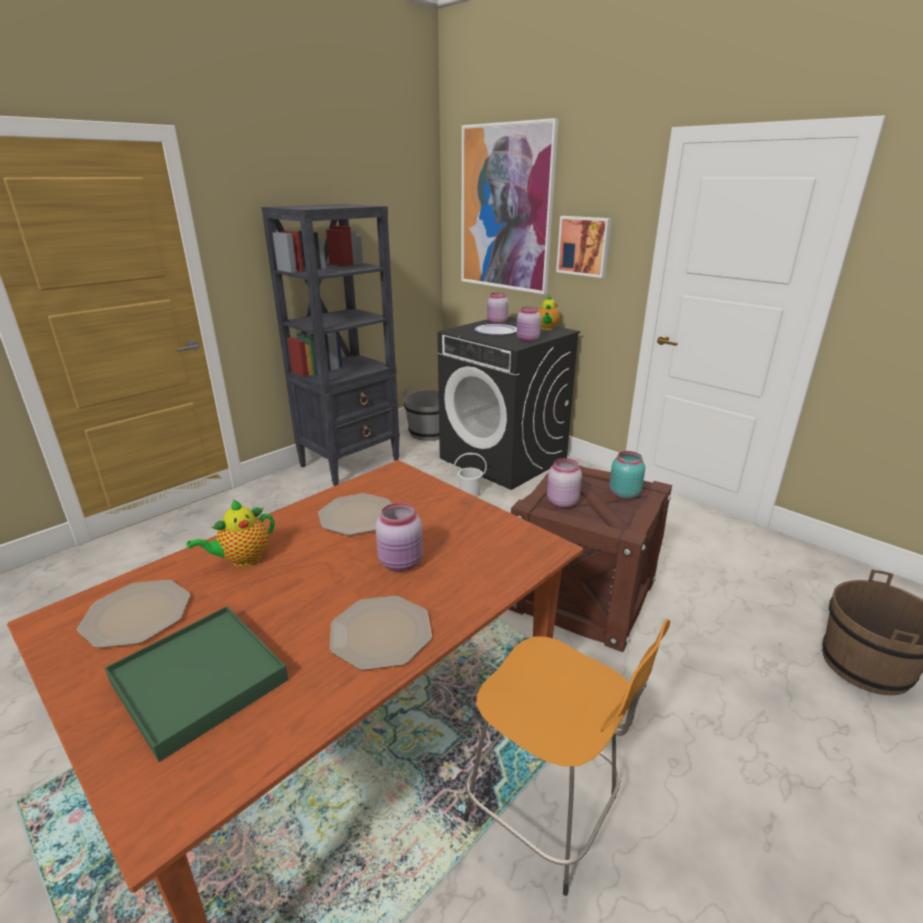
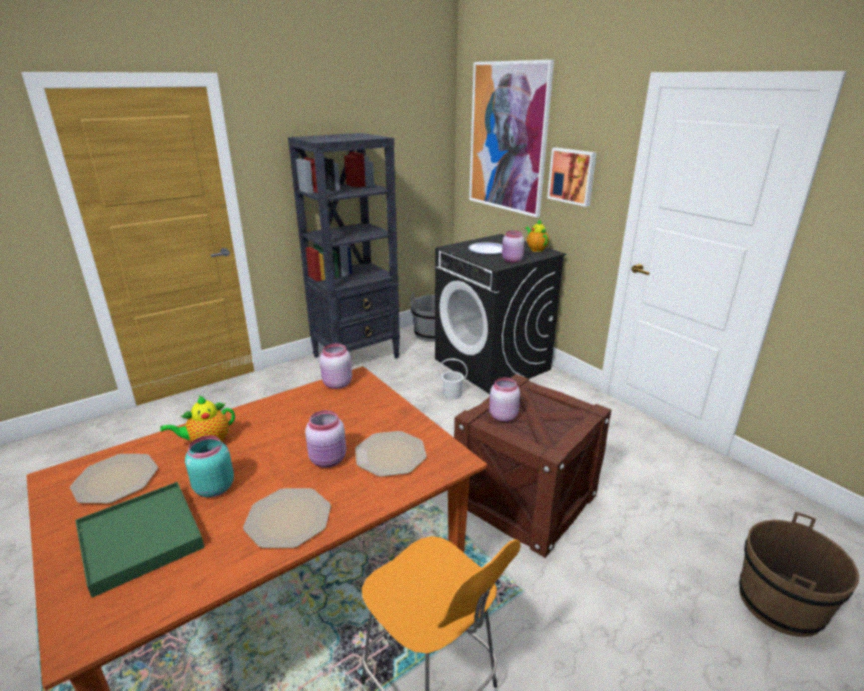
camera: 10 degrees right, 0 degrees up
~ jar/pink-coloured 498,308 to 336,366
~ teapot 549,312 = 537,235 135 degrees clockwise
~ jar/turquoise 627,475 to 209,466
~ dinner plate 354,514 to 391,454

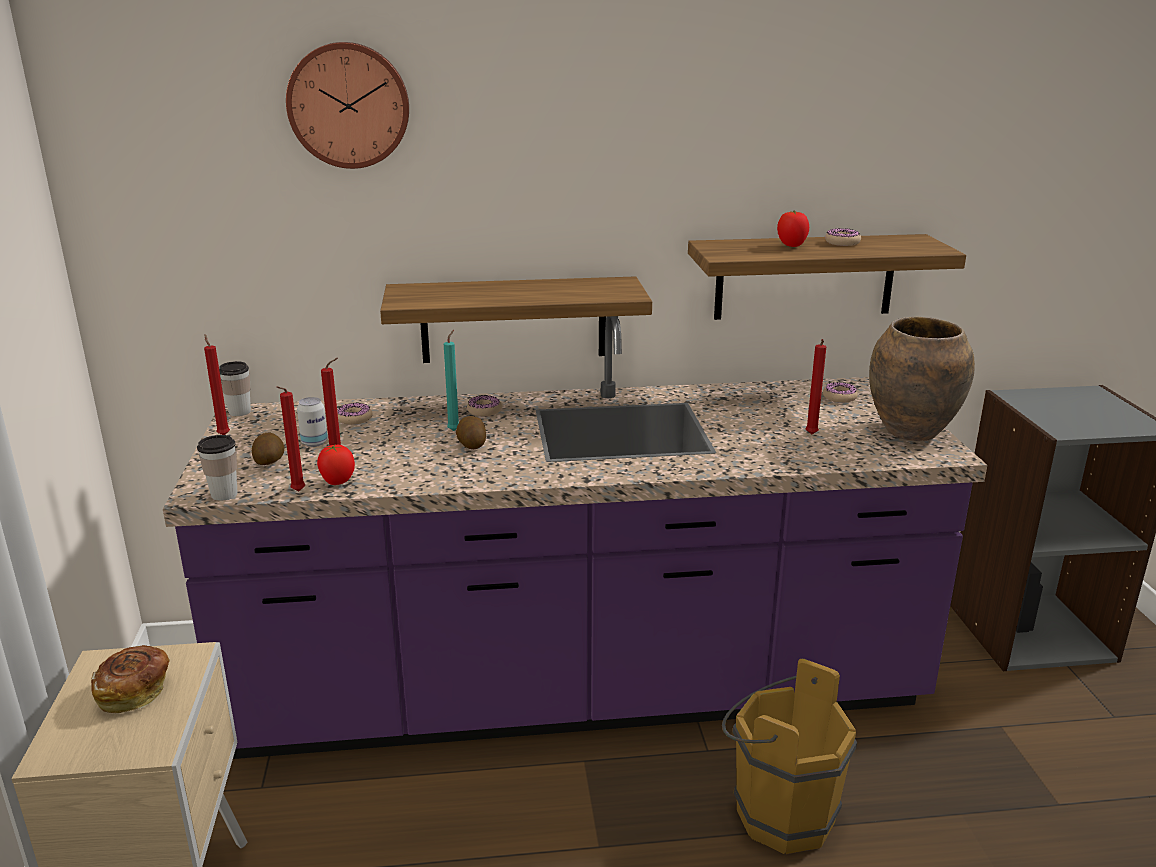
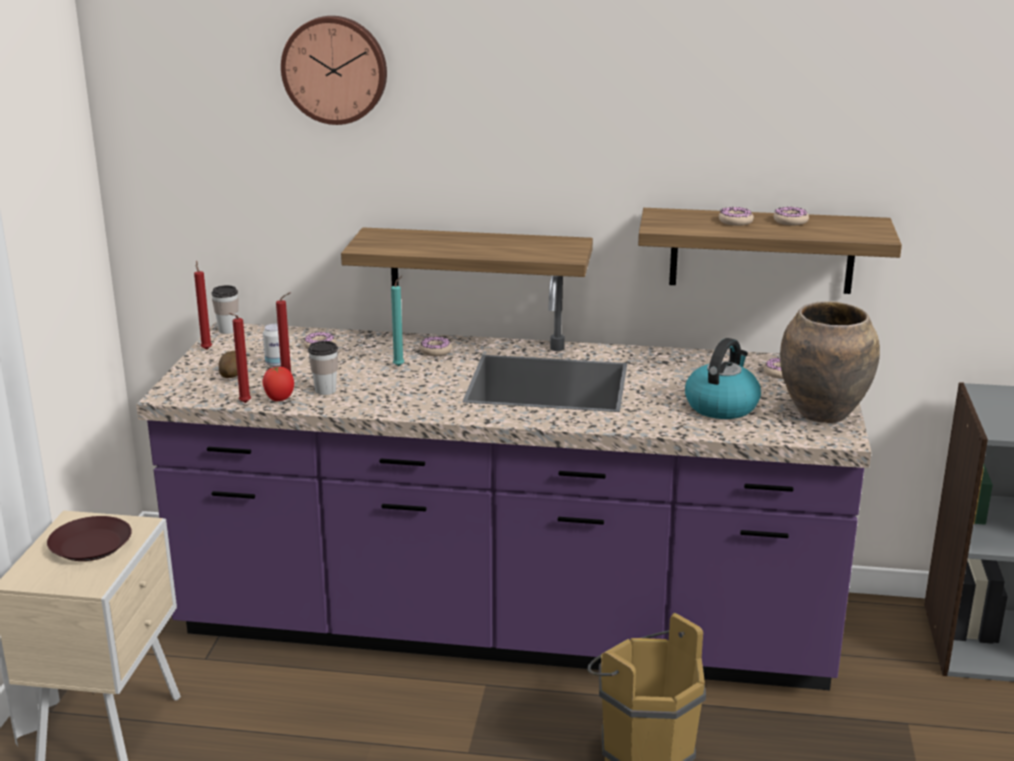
camera: 15 degrees right, 0 degrees up
~ tomato 793,229 to ring doughnut 736,216
~ wax candle/reddish 816,387 to water kettle 723,378
- spud 471,432
~ small cup 217,468 to 323,368
~ bread 130,679 to dinner plate/brownish 89,538

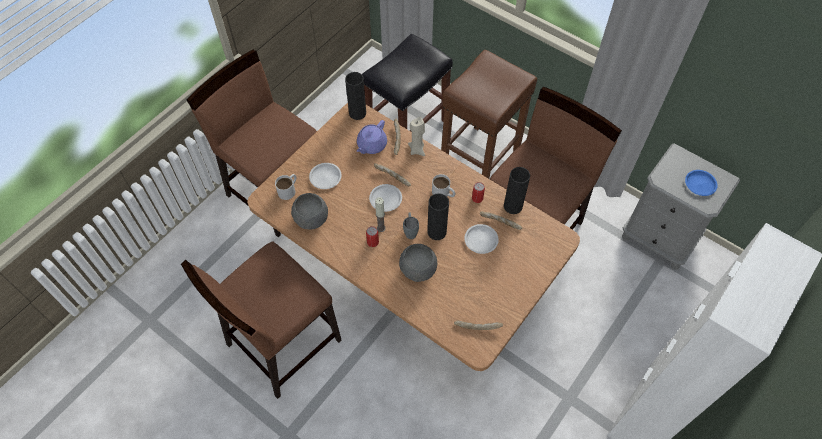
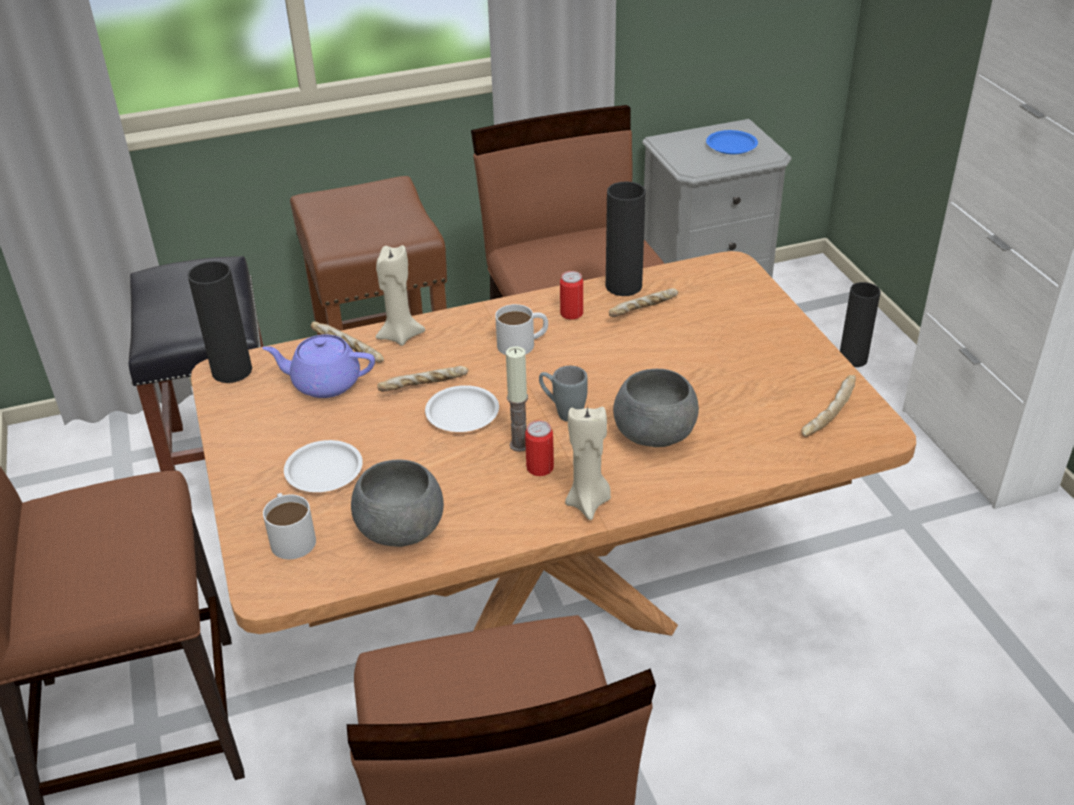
camera: 55 degrees left, 20 degrees down
~ teapot/purple-coloured 372,137 = 318,366 120 degrees clockwise
~ decorative vase/black 438,216 to 860,324
- dinner plate/white-coloured 481,239
+ wax candle/beige-coloured 588,463

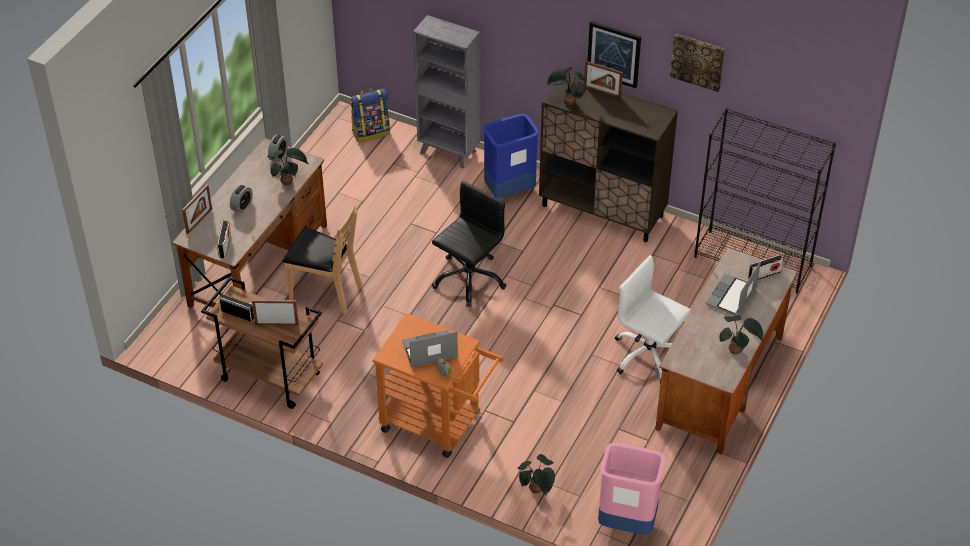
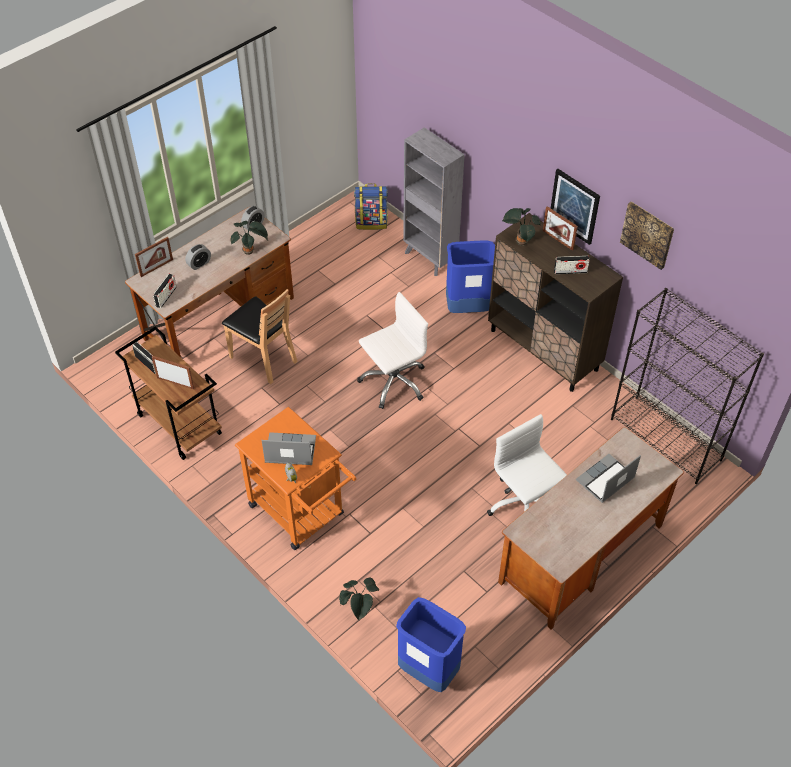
camera: 20 degrees right, 5 degrees up
~ computer chair/black 469,244 to computer chair/white-coloured 392,350
~ radio 765,267 to 572,265
- plant in a pot 741,334
~ waste bin/pink-coloured 631,489 to waste bin/blue 431,644

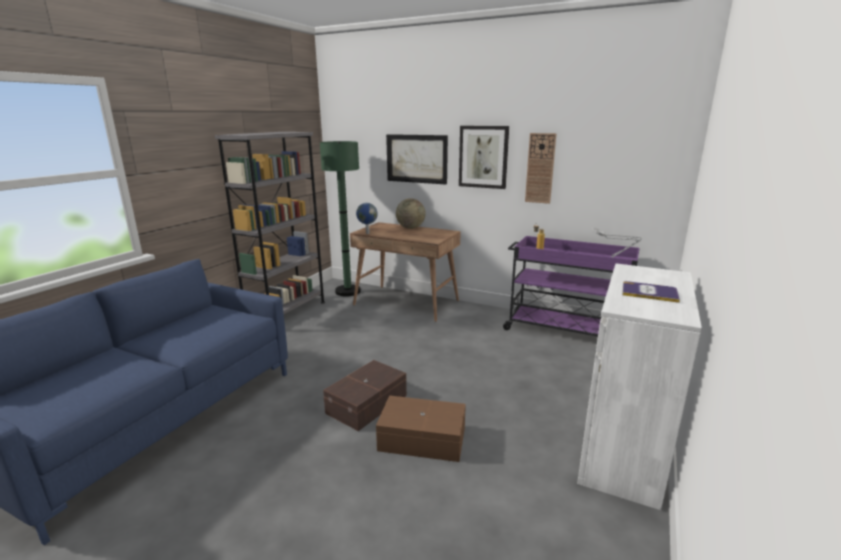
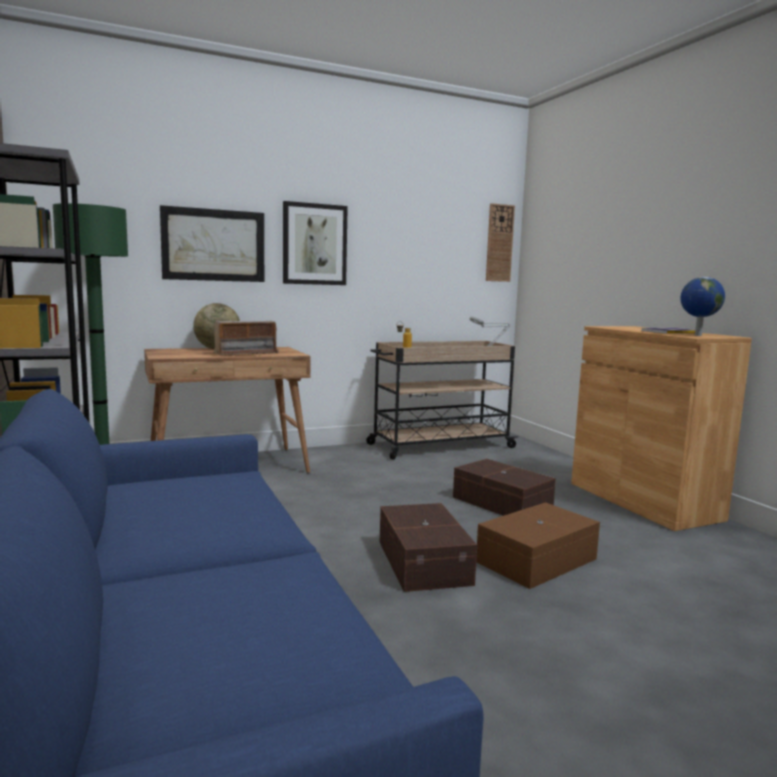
camera: 50 degrees left, 10 degrees down
~ hanging clock 541,168 to 500,242
~ desk globe 367,218 to 702,306
~ cart/purple-coloured 571,286 to cart/beige-coloured 442,400
~ cupboard/white-coloured 639,386 to cupboard/brownish 661,428
+ radio 246,338
+ storage box/brownish 504,487

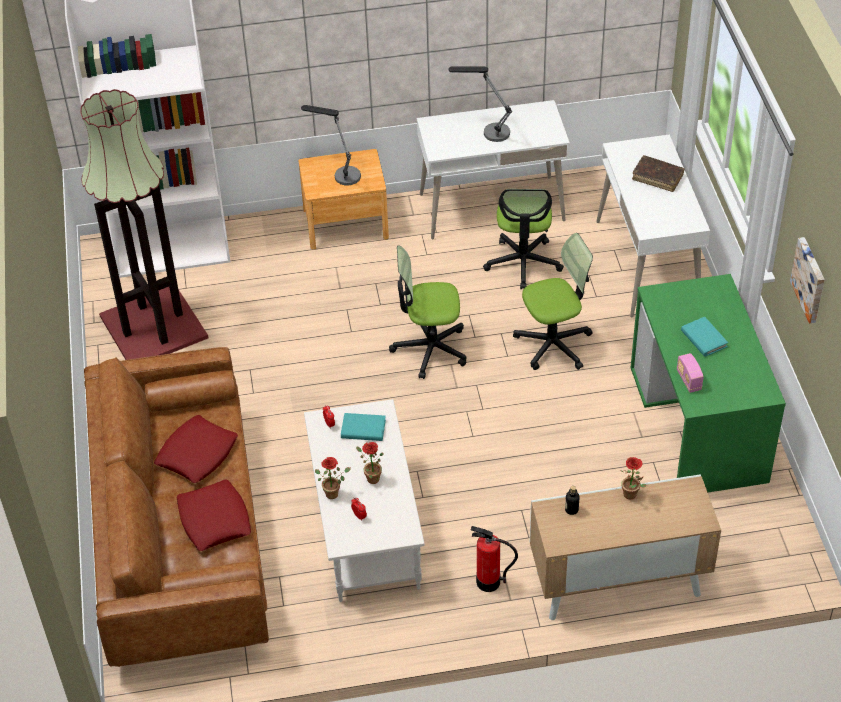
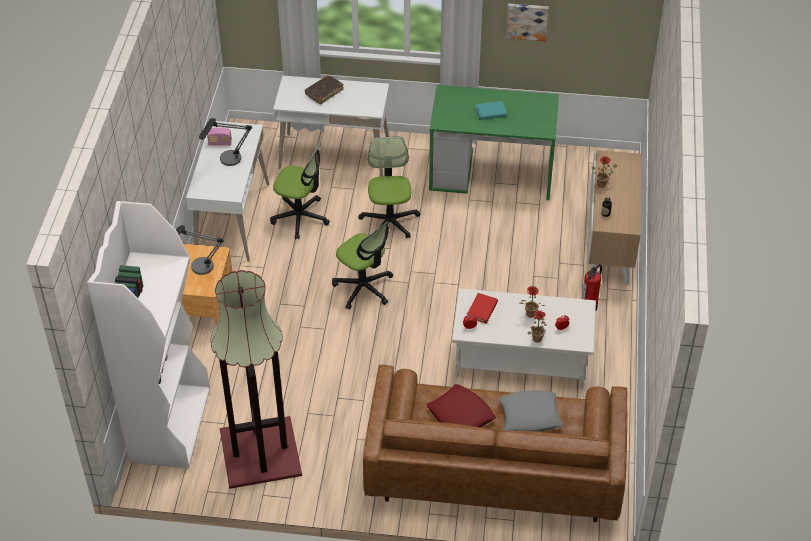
camera: 75 degrees left, 0 degrees up
~ computer chair 428,312 = 362,265 60 degrees counterclockwise
~ radio 690,373 to 219,137
~ volume/turquoise 363,427 to volume/reddish 482,308
~ cushion/reddish 213,515 to cushion/greyish 531,411

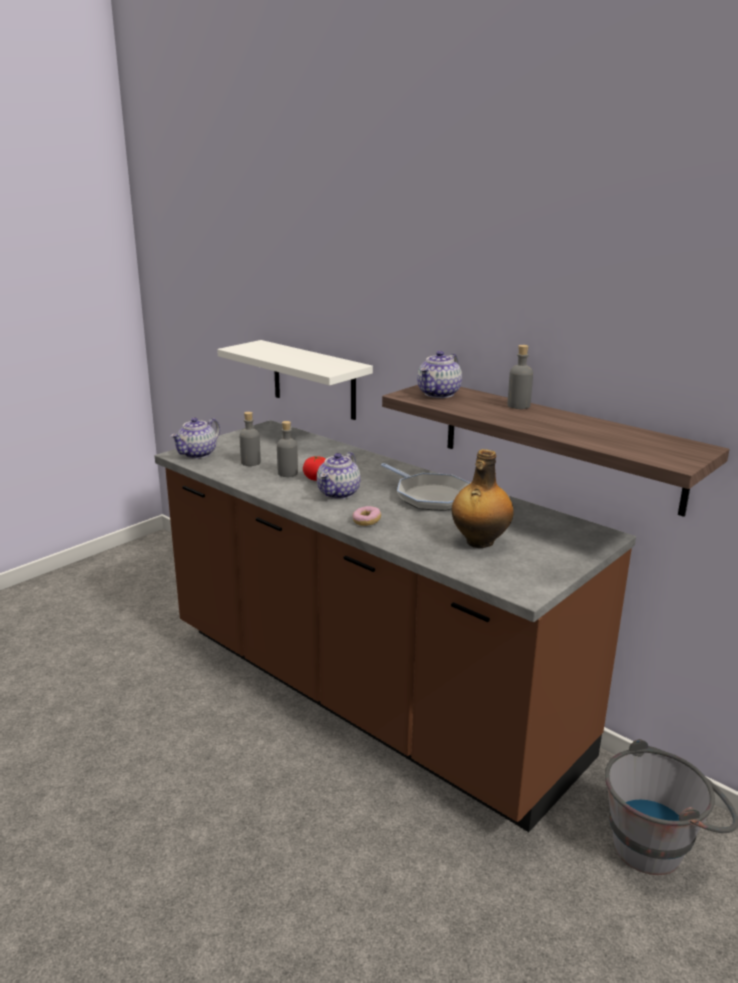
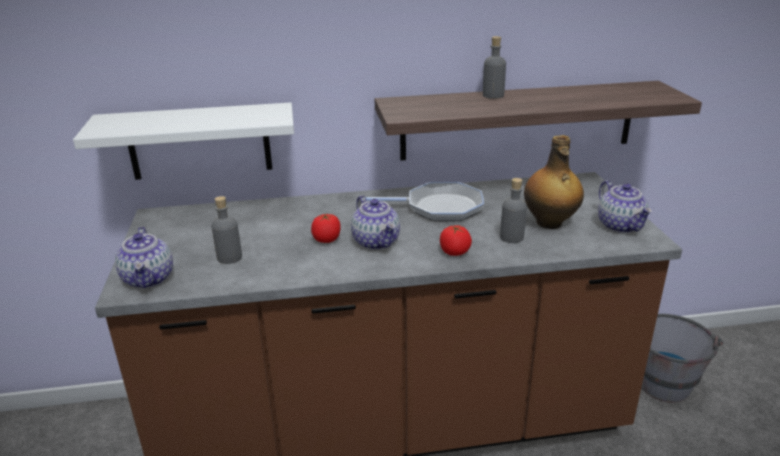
camera: 50 degrees left, 5 degrees up
~ teapot 439,374 to 625,206
~ drink bottle/greyish 287,449 to 513,210
~ ring doughnut 366,516 to tomato 456,240

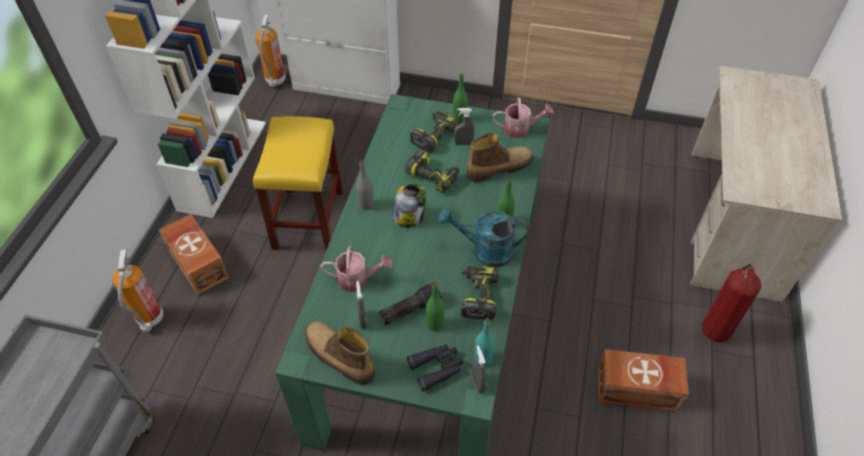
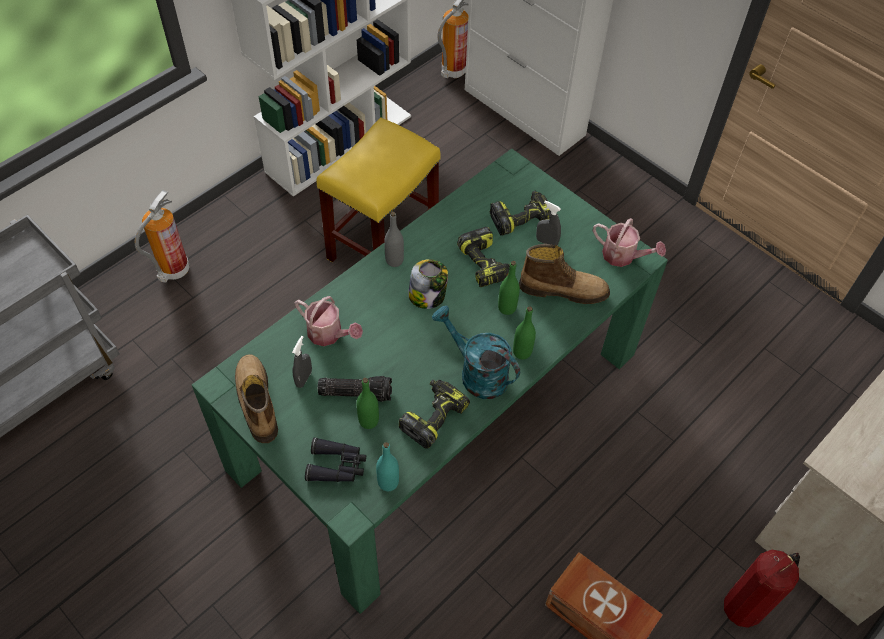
camera: 30 degrees right, 5 degrees up
~ drink bottle/green-coloured 460,98 to 509,288
- storage box/brownish 194,254
- hand sprayer/greyish 479,369

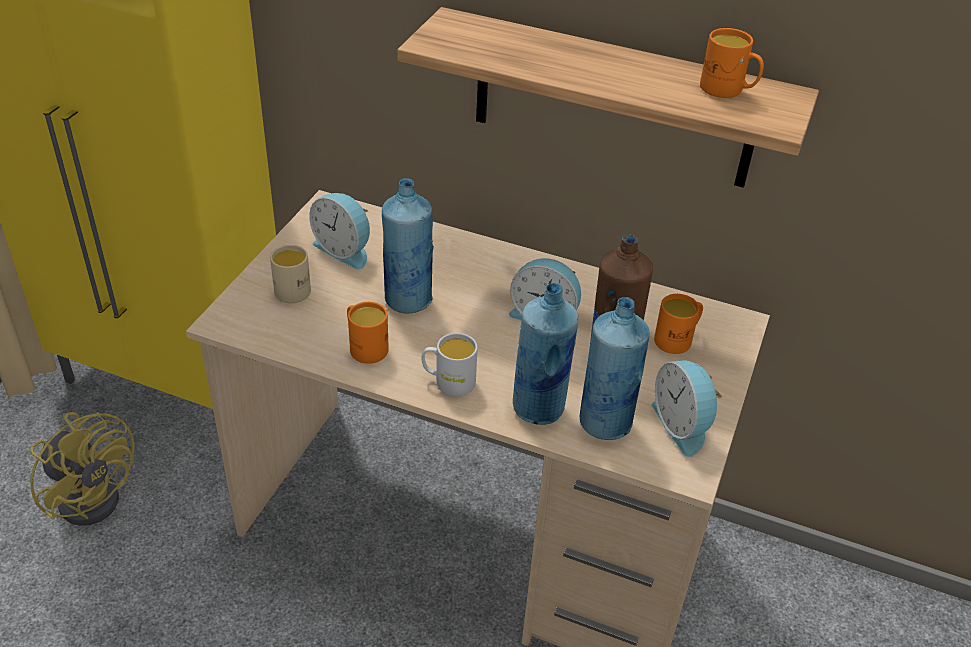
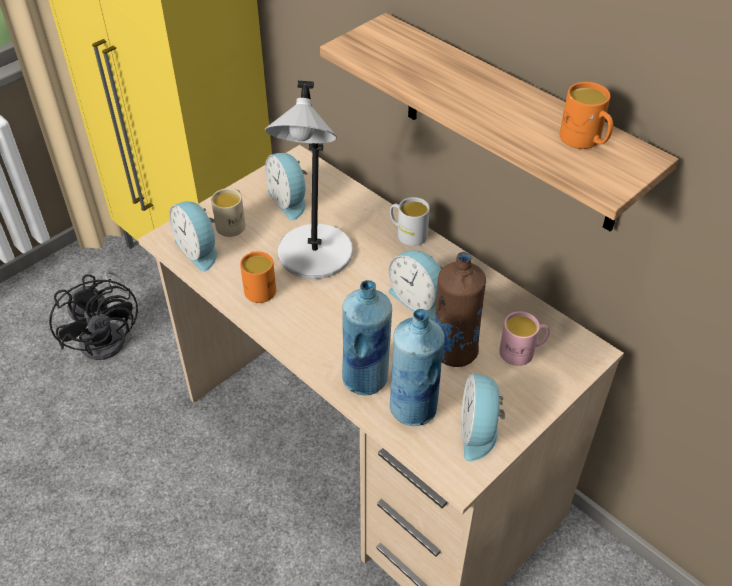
camera: 25 degrees right, 5 degrees up
~ drink bottle/blue 408,245 to table lamp/greyish 309,180
~ coffee mug/orange 678,324 to coffee mug/pink-coloured 524,338
~ coffee mug/white-coloured 450,364 to 410,221
~ fan/yellow-coloured 82,469 to fan/black 93,315
+ table clock 193,236

